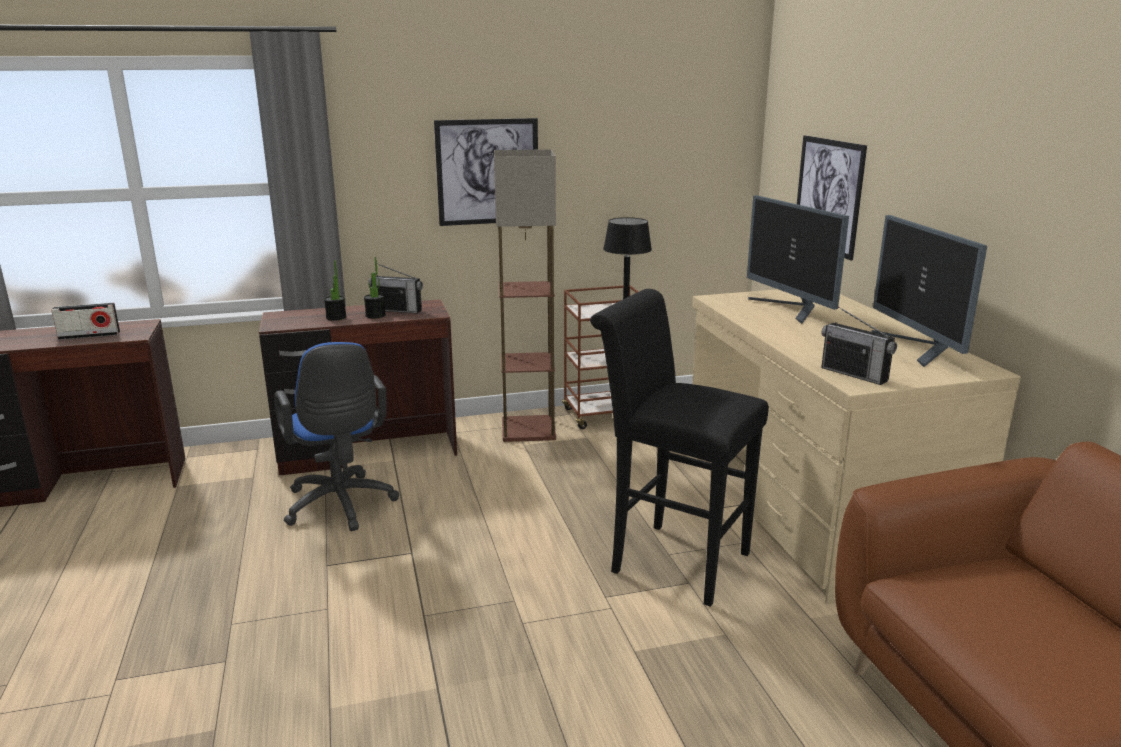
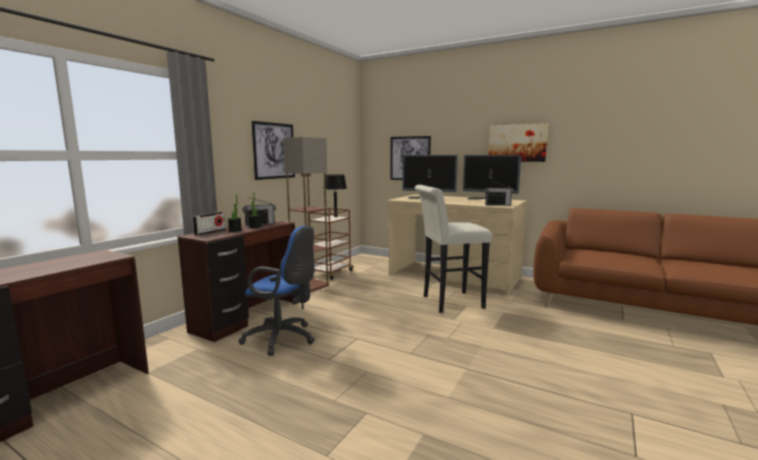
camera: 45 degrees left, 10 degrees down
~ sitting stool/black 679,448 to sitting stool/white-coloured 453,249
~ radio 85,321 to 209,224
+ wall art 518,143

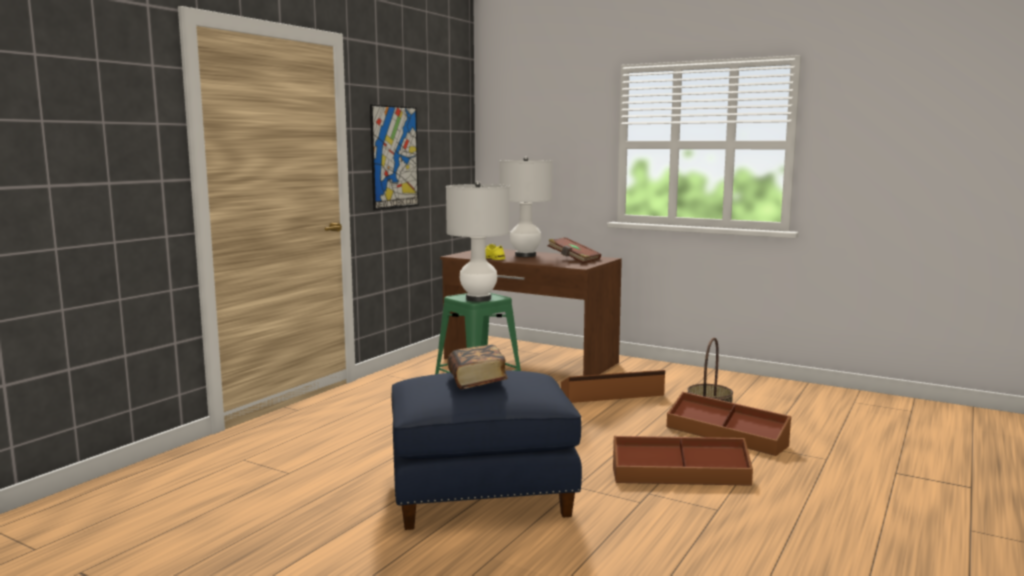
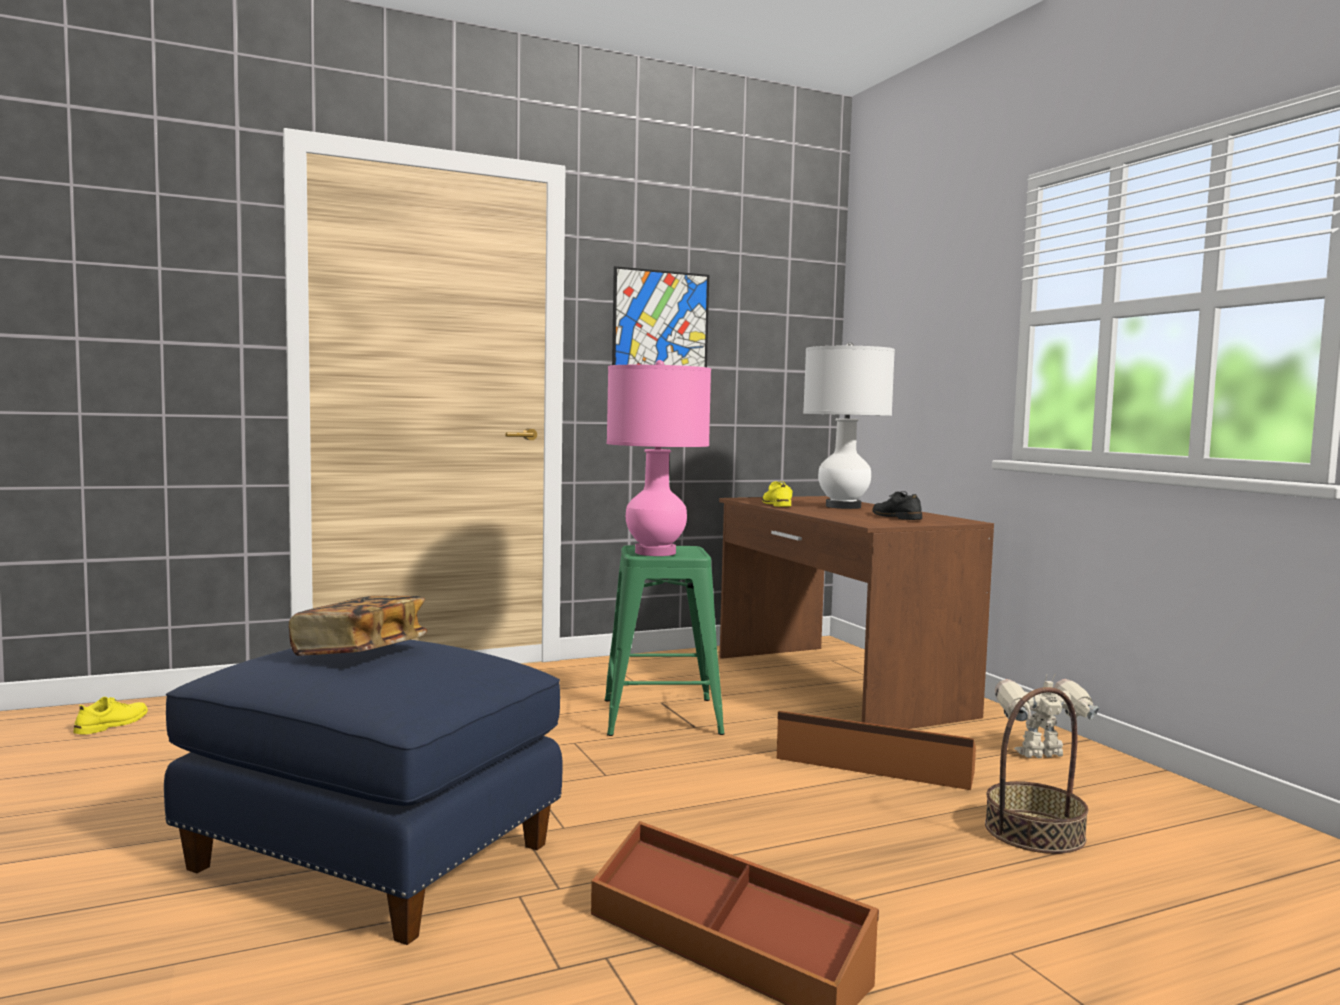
camera: 35 degrees right, 5 degrees down
~ table lamp/white-coloured 478,241 to table lamp/pink-coloured 659,458
~ volume/brownish 574,250 to shoe/black 897,505
- storage box/brownish 729,424
+ model robot 1047,715
+ shoe/yellow-coloured 111,716

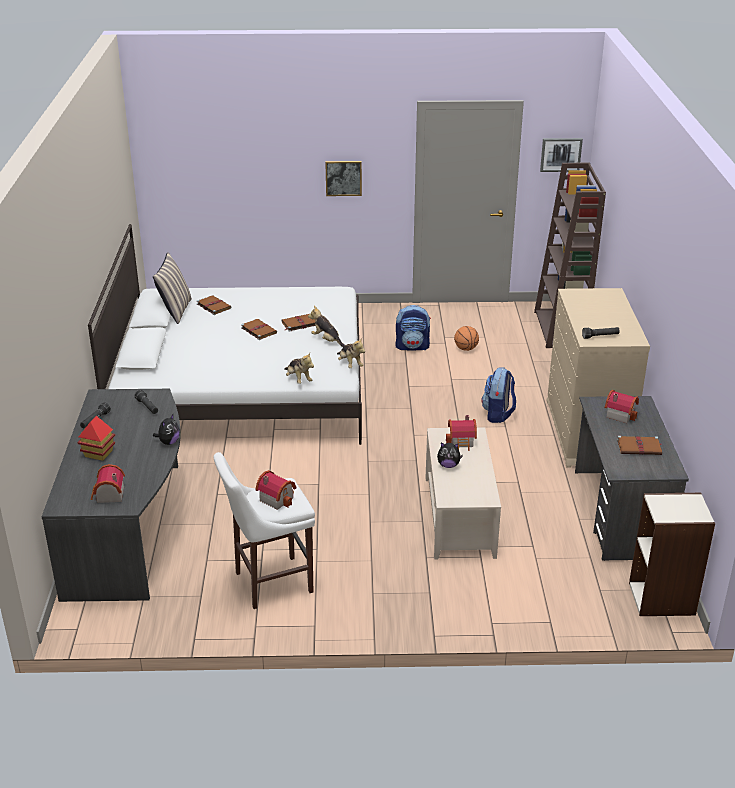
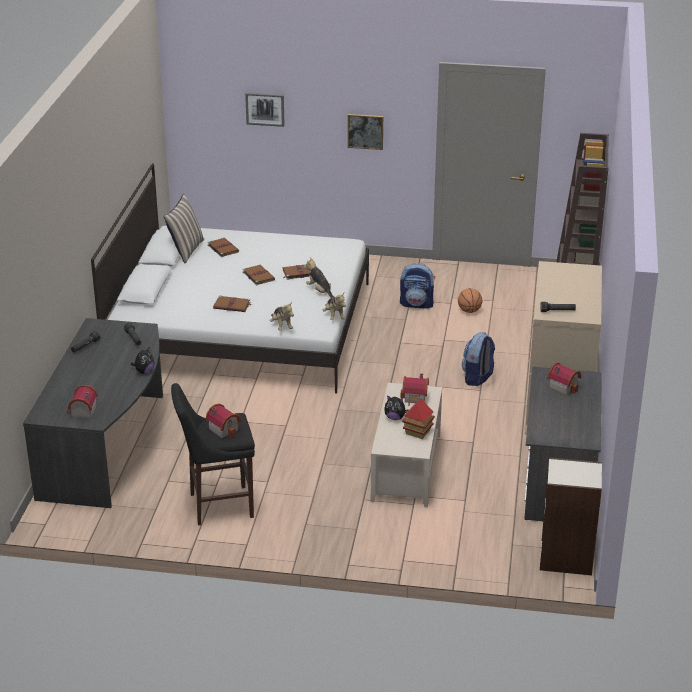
camera: 10 degrees right, 0 degrees up
~ wall art 561,155 to 265,109
~ model house 96,438 to 418,419
~ volume/brownish 639,445 to 232,303
~ sitting stool/white-coloured 264,530 to sitting stool/black 213,454

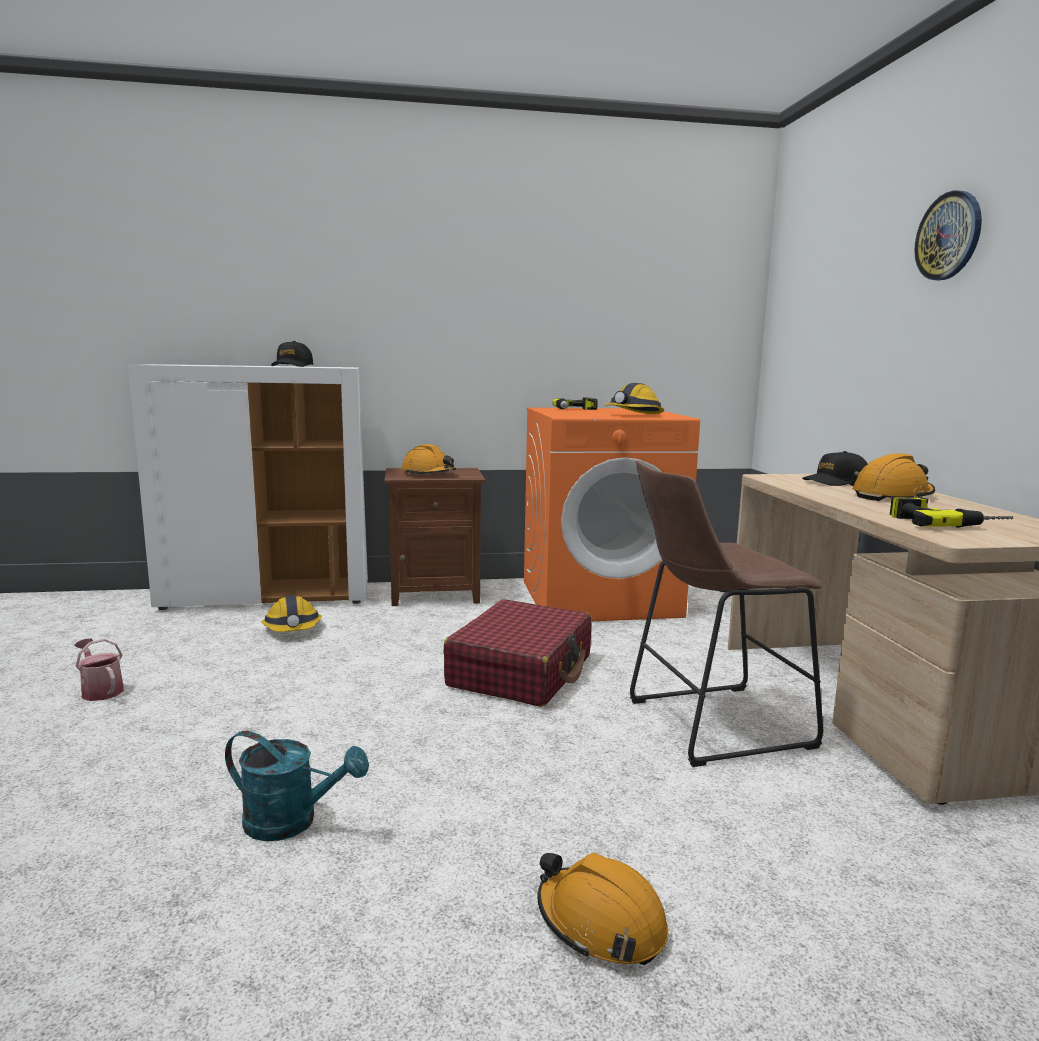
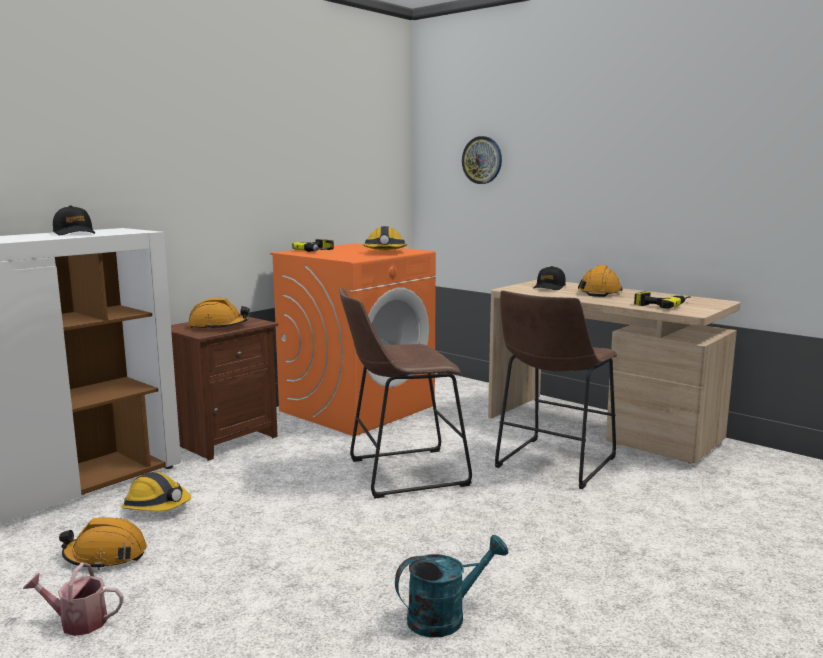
camera: 40 degrees left, 0 degrees up
~ hanging clock 948,235 to 482,160
~ travel case/reddish 517,653 to sitting stool/brownish 406,393
~ hard hat/orange 602,909 to 103,543

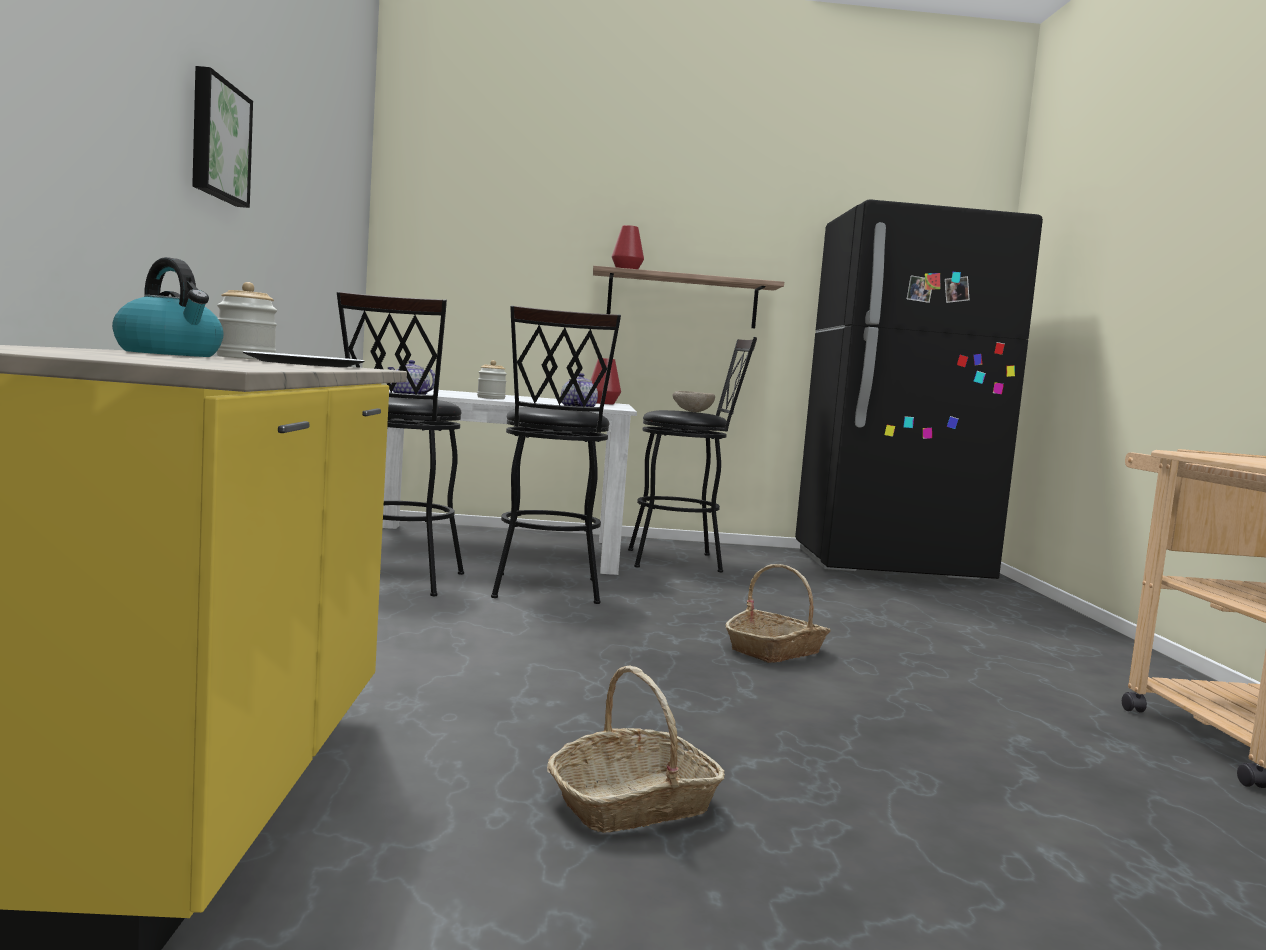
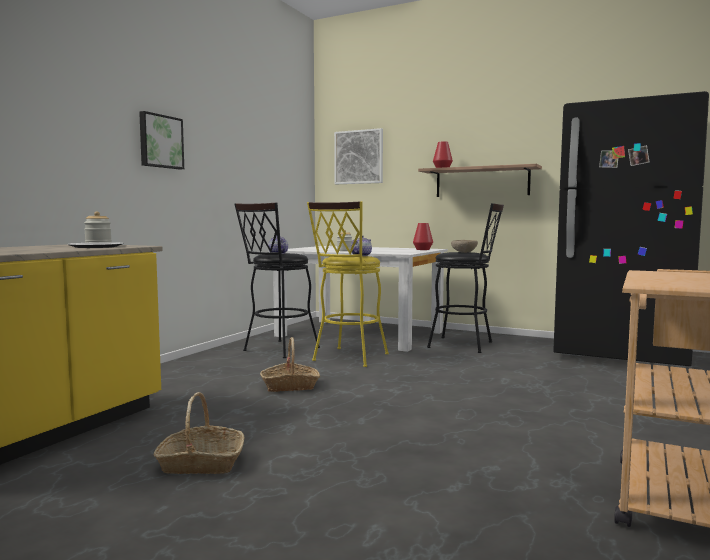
camera: 30 degrees right, 0 degrees up
- water kettle 168,307
~ sitting stool/black 556,455 to sitting stool/yellow-coloured 348,284
~ basket 778,613 to 290,364
+ wall art 358,156

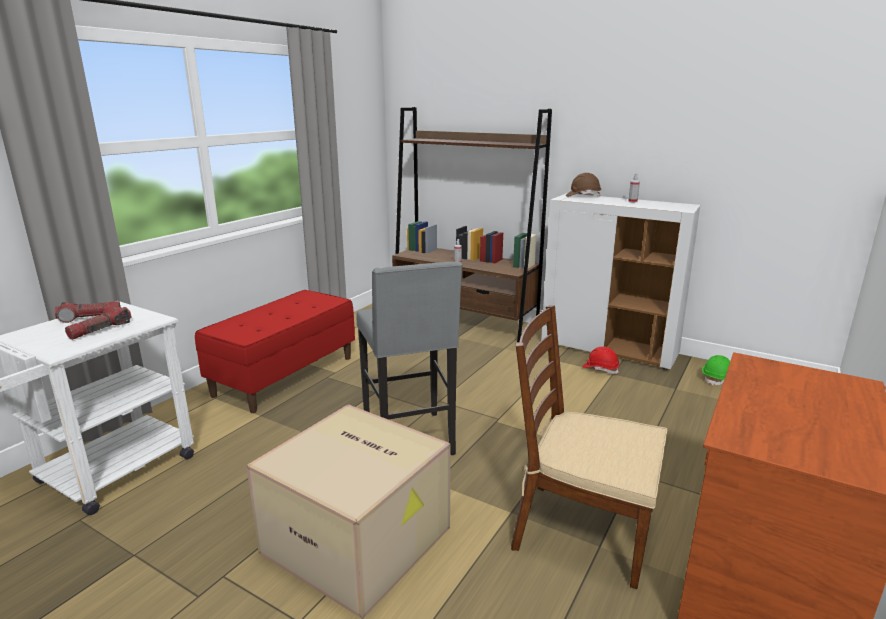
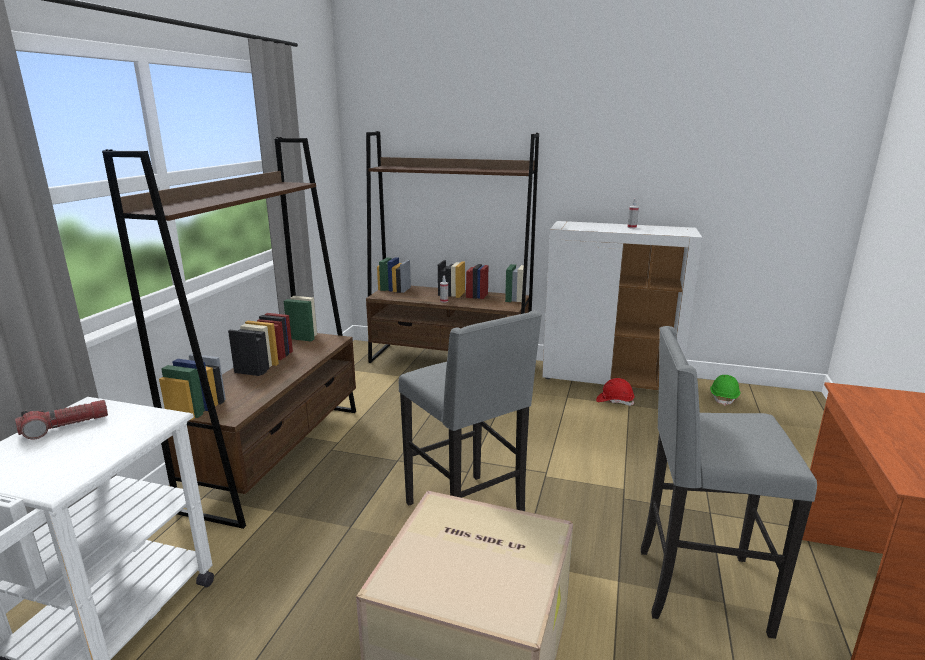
camera: 15 degrees left, 0 degrees up
- hard hat/brownish 583,185
~ indoor bench/reddish 275,351 to bookcase/brownish 229,333
~ plain chair/brownish 589,447 to sitting stool/greyish 729,482
- flashlight 98,323

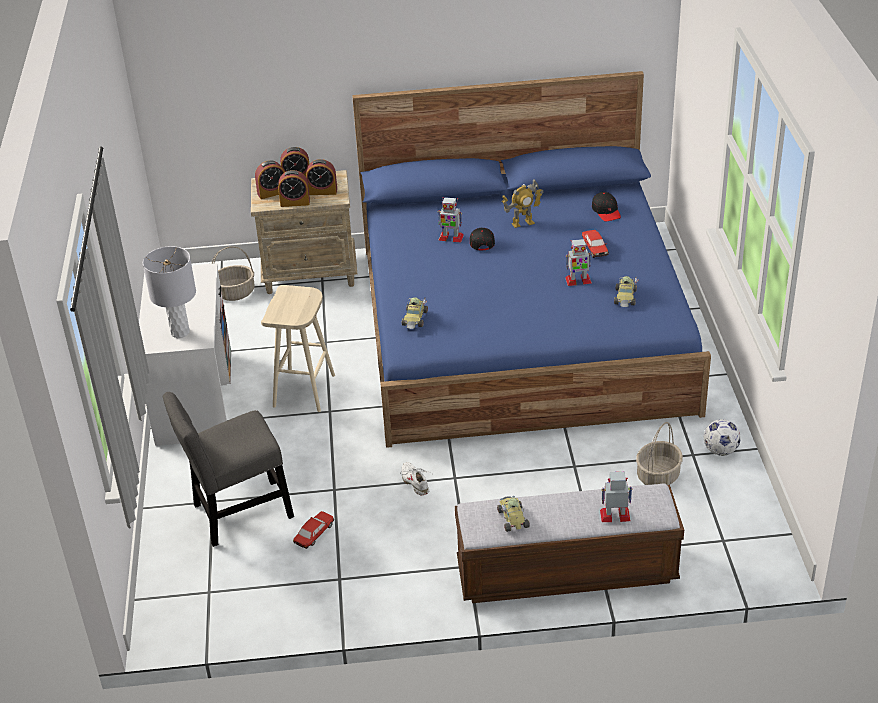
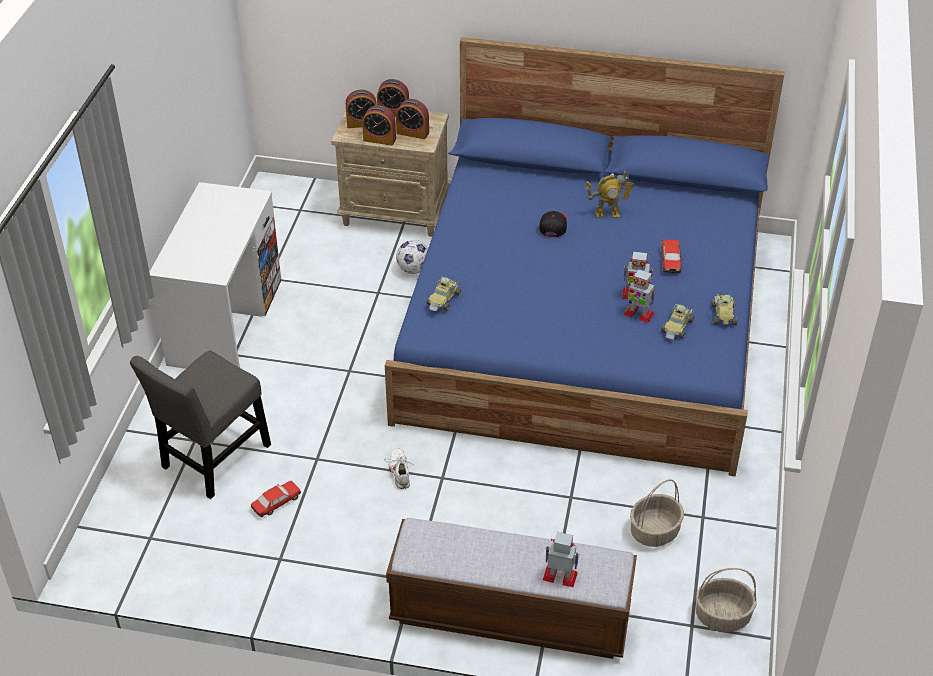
camera: 15 degrees right, 5 degrees up
- peaked cap/black 606,206
~ model robot 451,219 to 640,296
- table lamp/greyish 169,292
~ basket 233,273 to 726,600
- sitting stool/beige-coloured 298,348
~ plain chair/greyish 228,469 = 200,425 45 degrees counterclockwise
~ football ball 722,437 to 412,257
~ miniature car 513,514 to 724,309

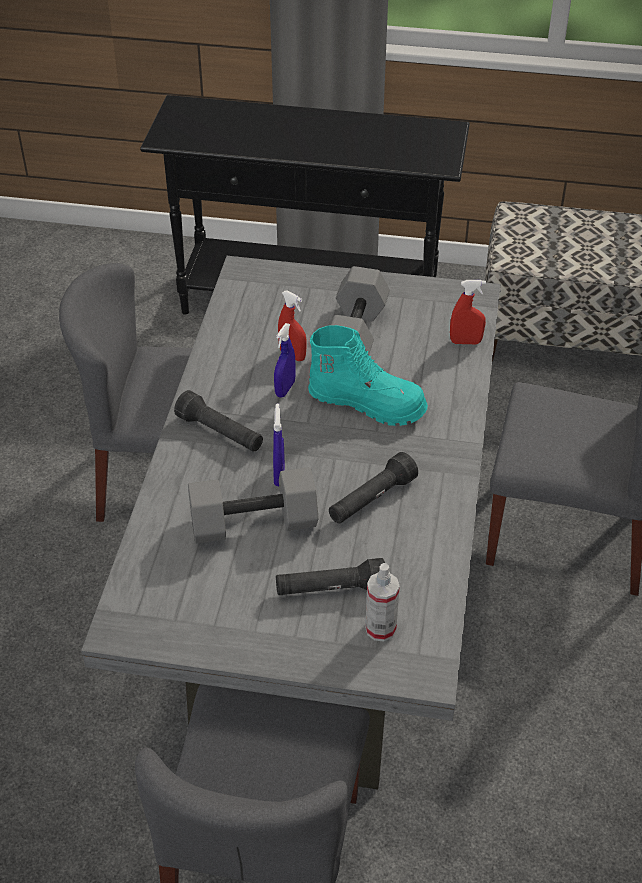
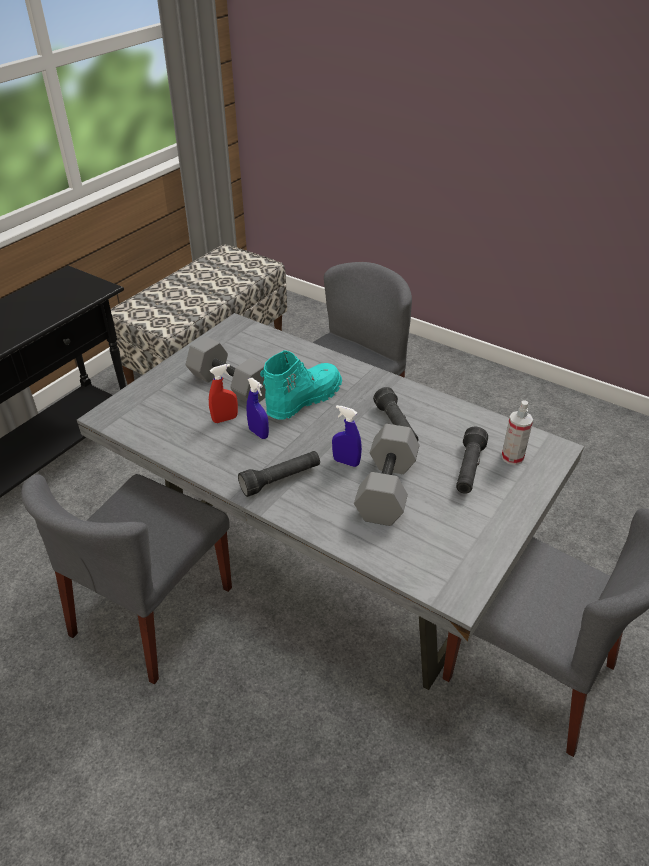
camera: 65 degrees left, 5 degrees down
- hand sprayer/reddish 468,312

